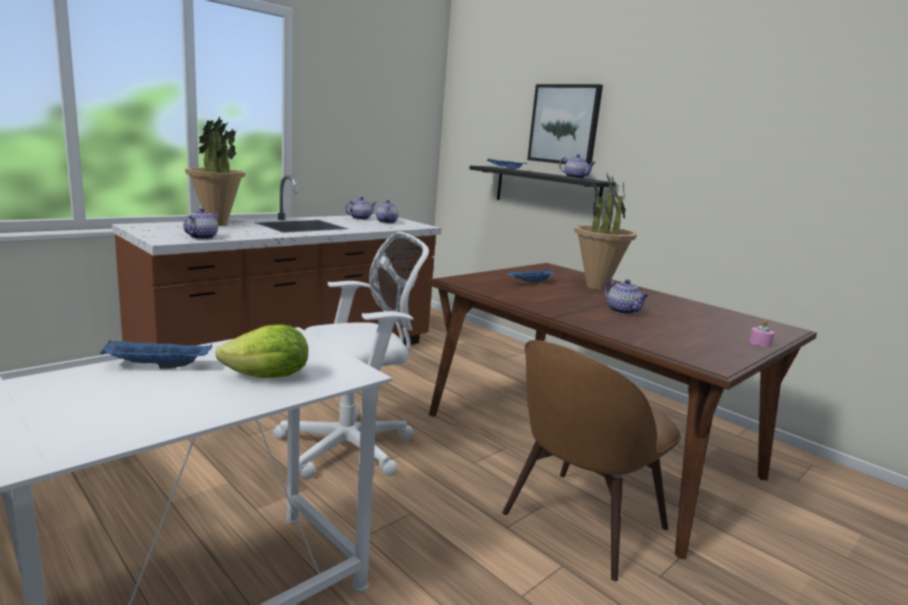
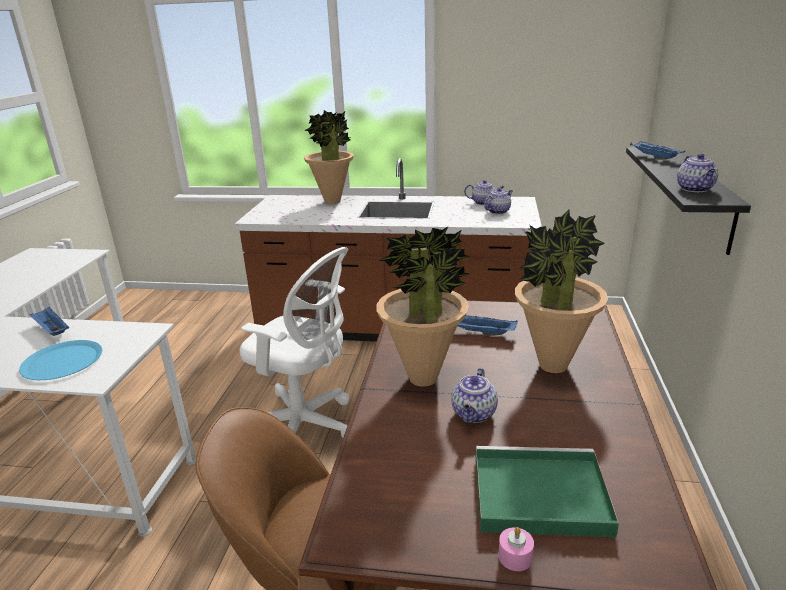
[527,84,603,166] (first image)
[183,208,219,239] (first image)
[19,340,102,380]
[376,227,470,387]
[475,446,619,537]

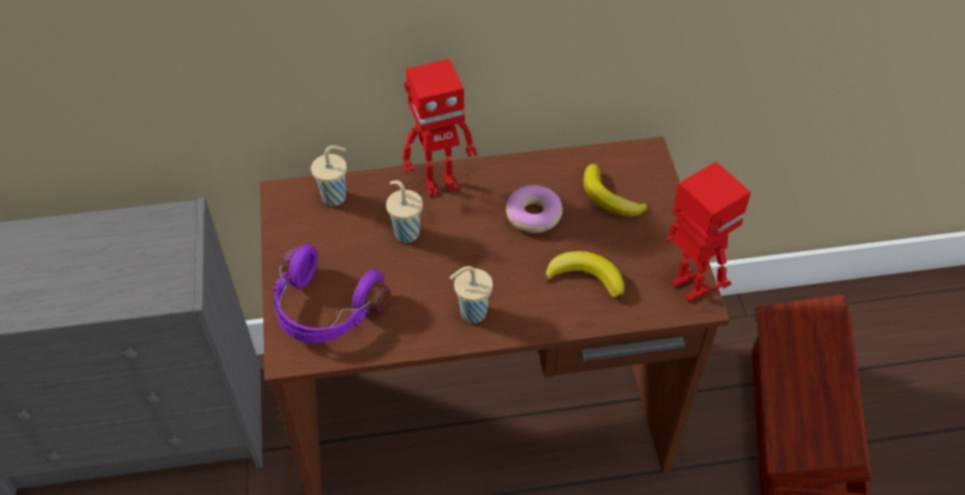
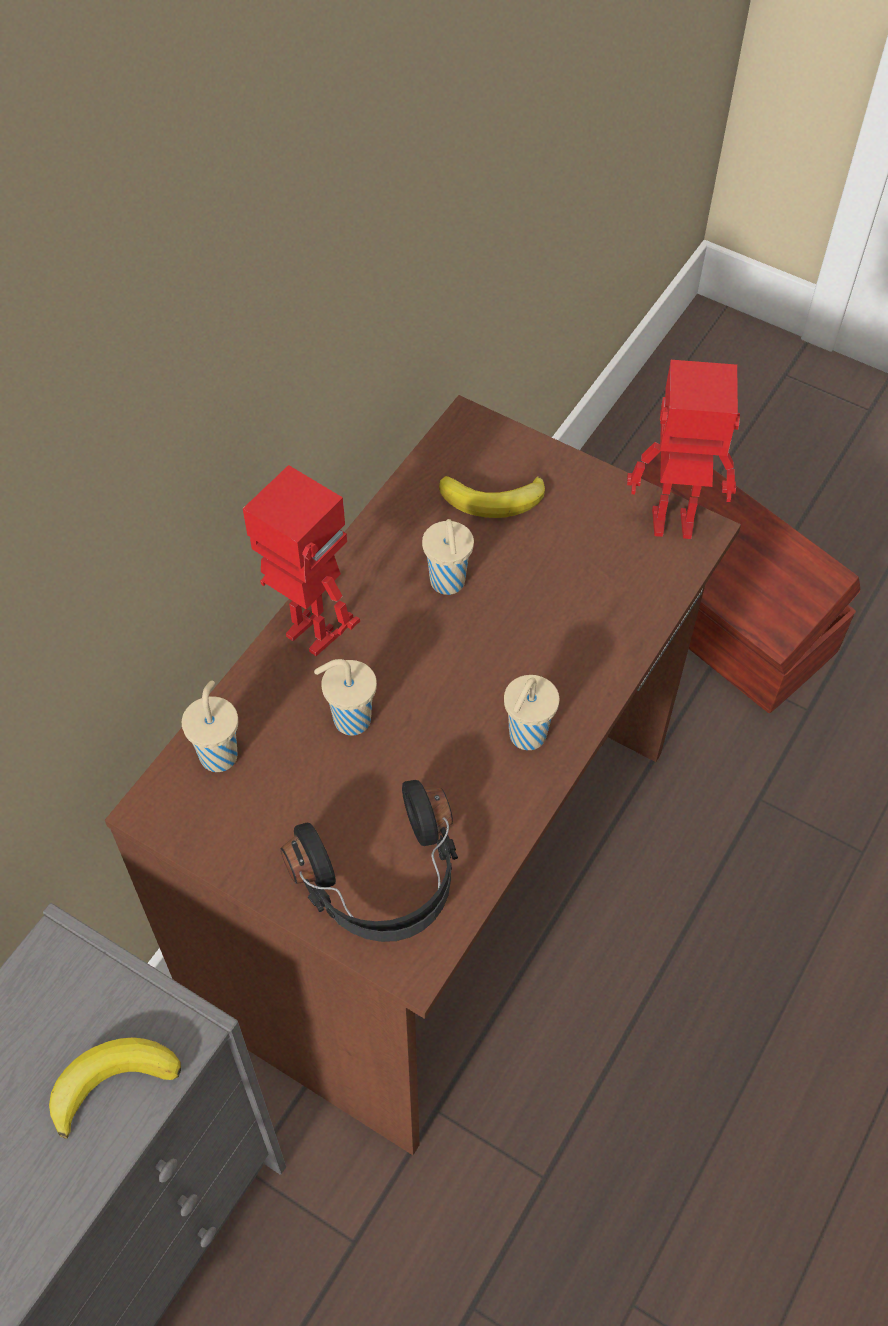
[243,465,360,656]
[422,519,474,595]
[281,780,458,942]
[49,1037,181,1139]

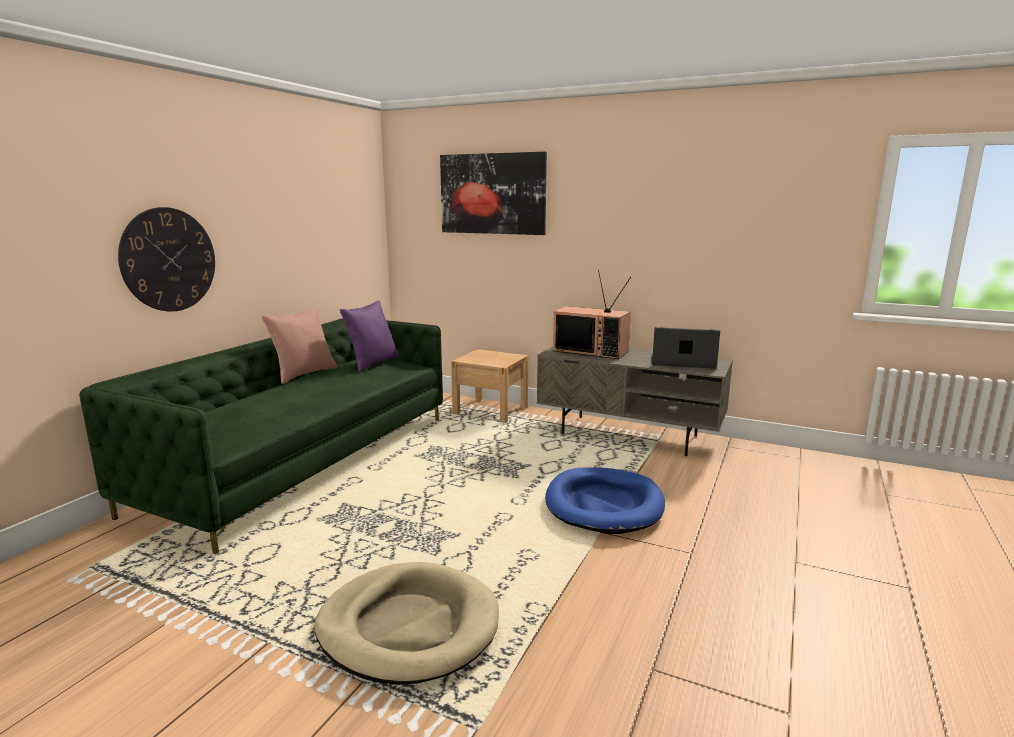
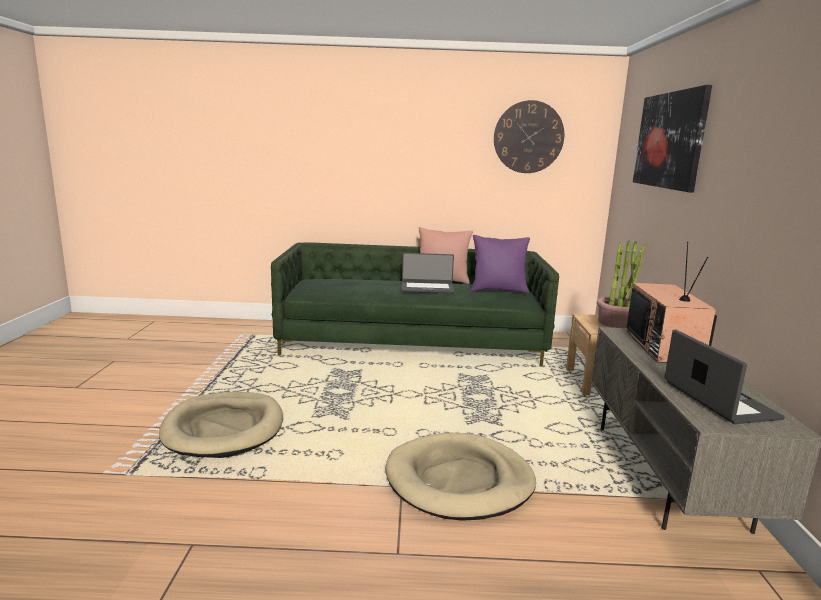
[494,100,564,173]
[385,433,536,521]
[597,240,647,328]
[402,253,455,293]

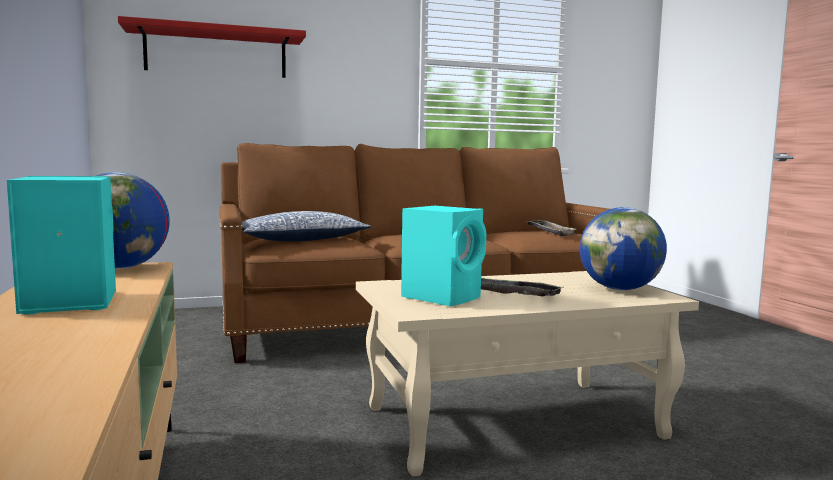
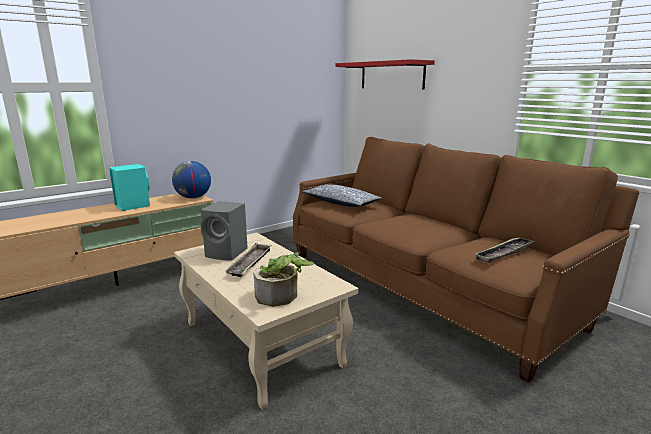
[200,201,248,261]
[253,252,315,307]

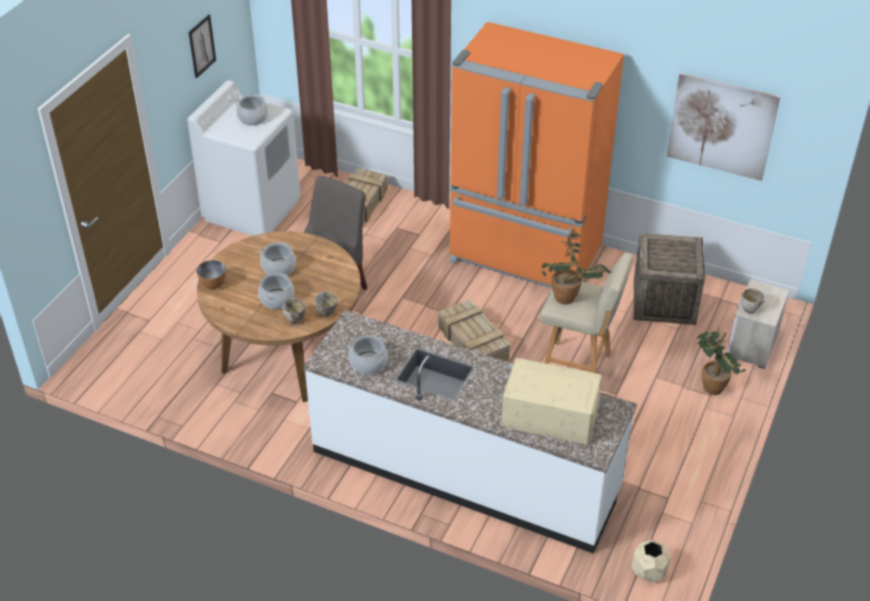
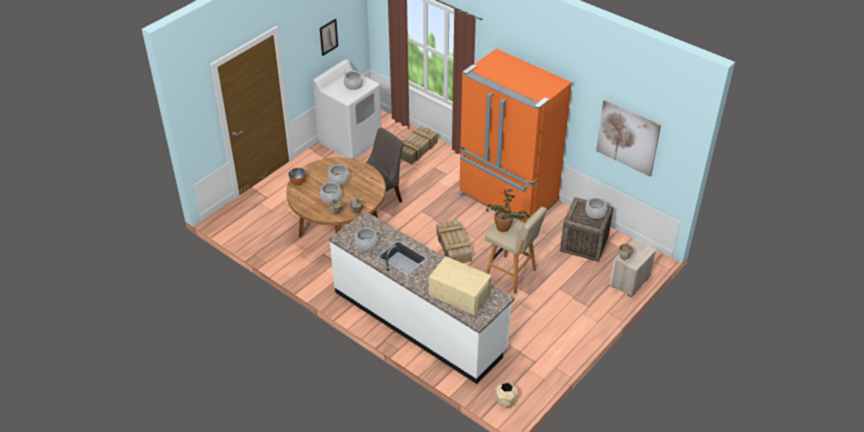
[697,328,746,395] (first image)
[585,197,607,219]

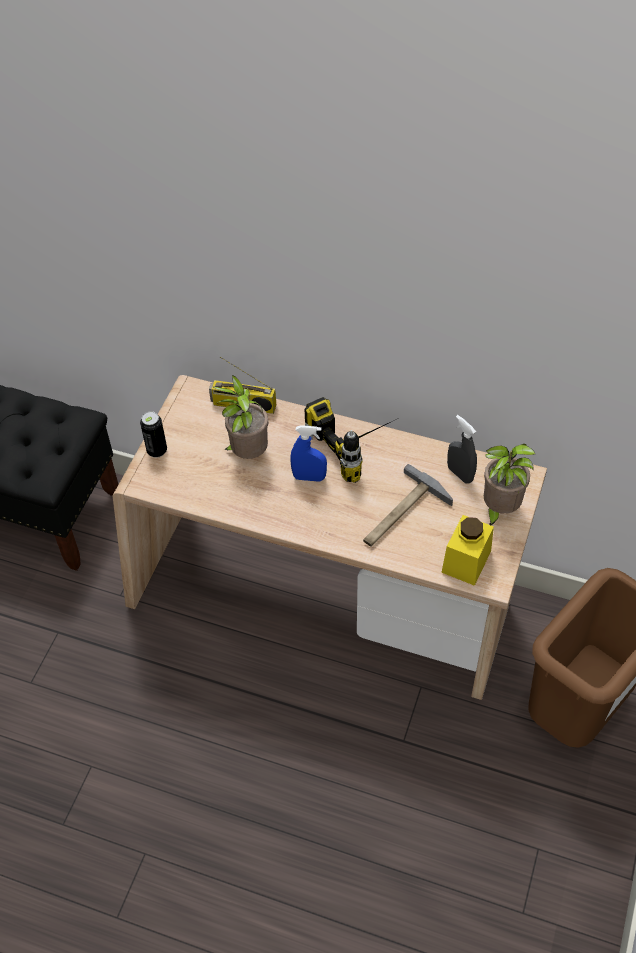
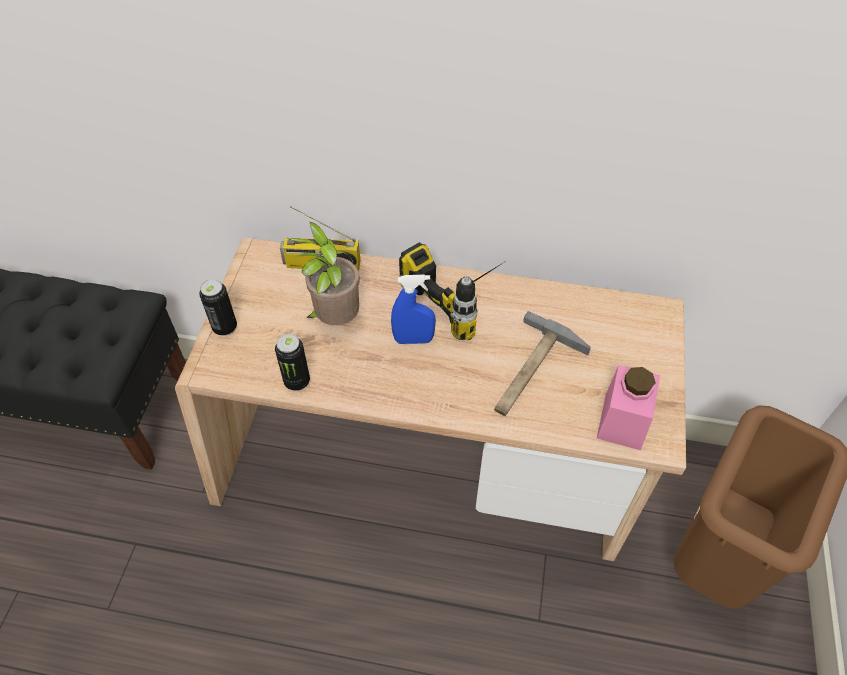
[447,415,477,484] (first image)
[484,444,535,525] (first image)
[597,365,660,450]
[275,334,310,391]

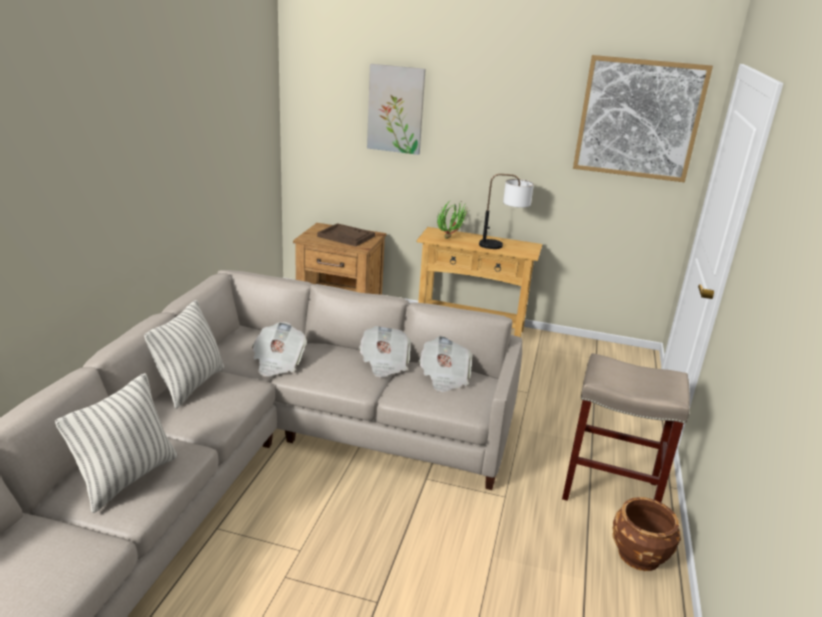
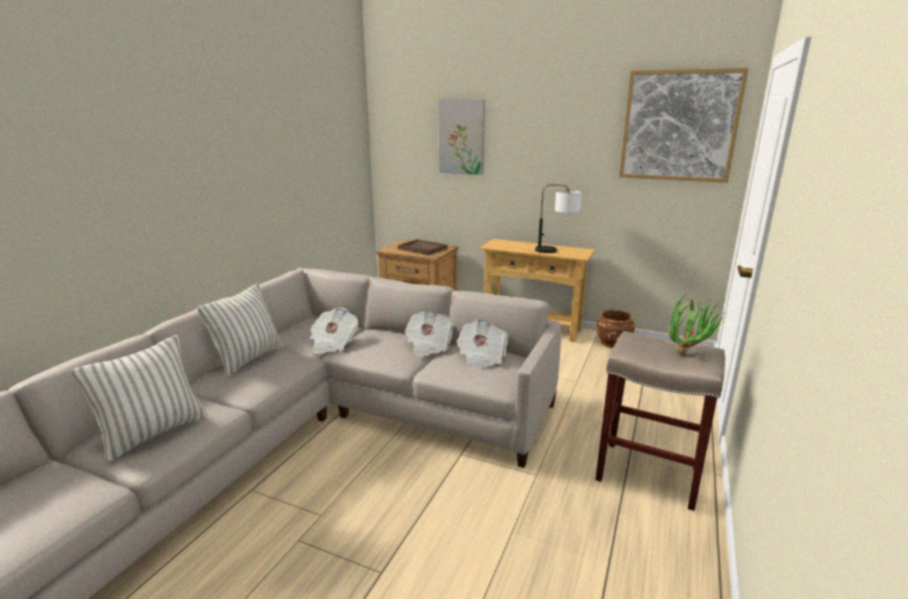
[669,294,727,354]
[596,310,635,348]

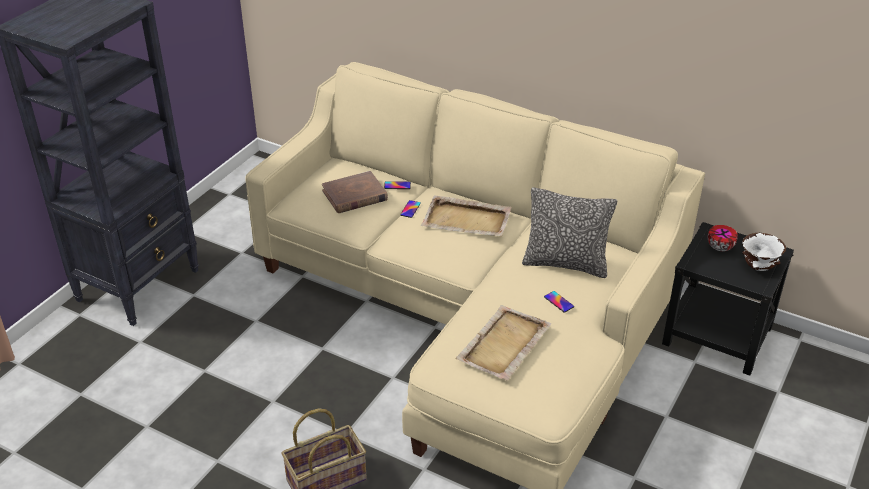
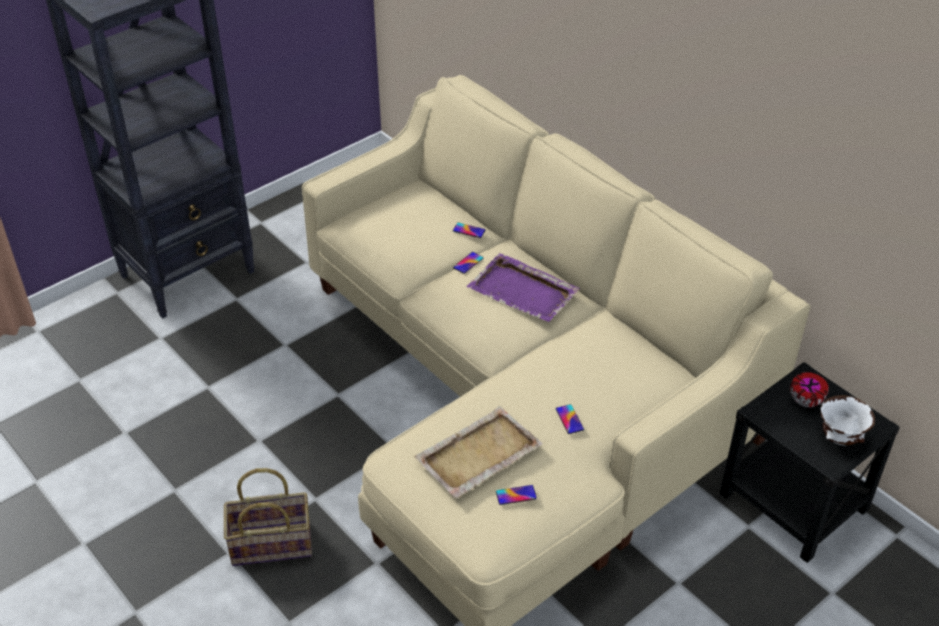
[322,171,388,213] (first image)
[522,187,617,278] (first image)
[467,253,580,322]
[496,485,537,505]

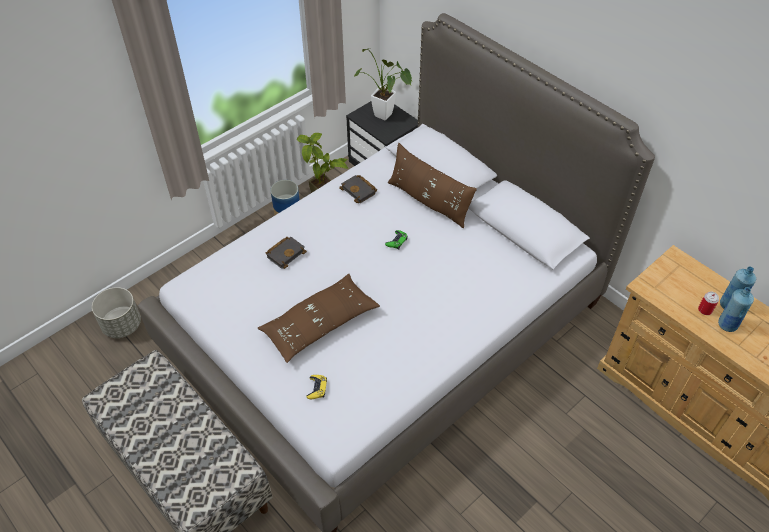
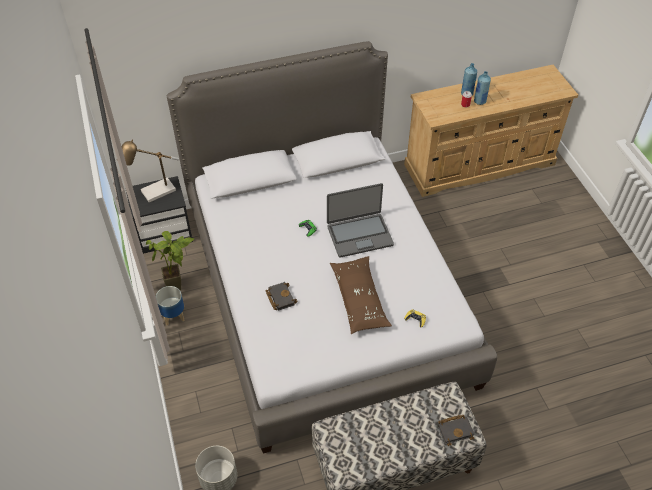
[122,140,179,202]
[388,143,477,229] (first image)
[438,415,474,446]
[327,183,394,257]

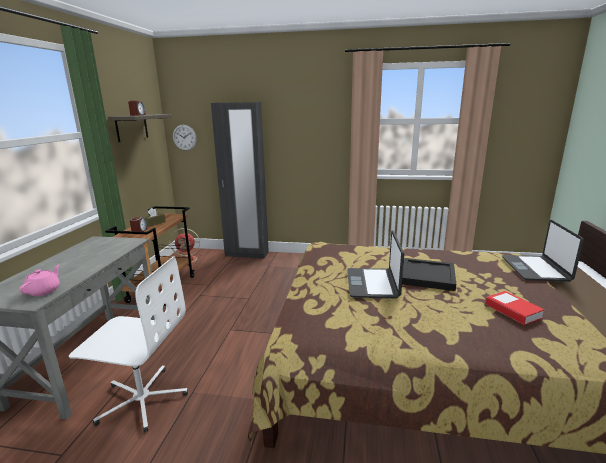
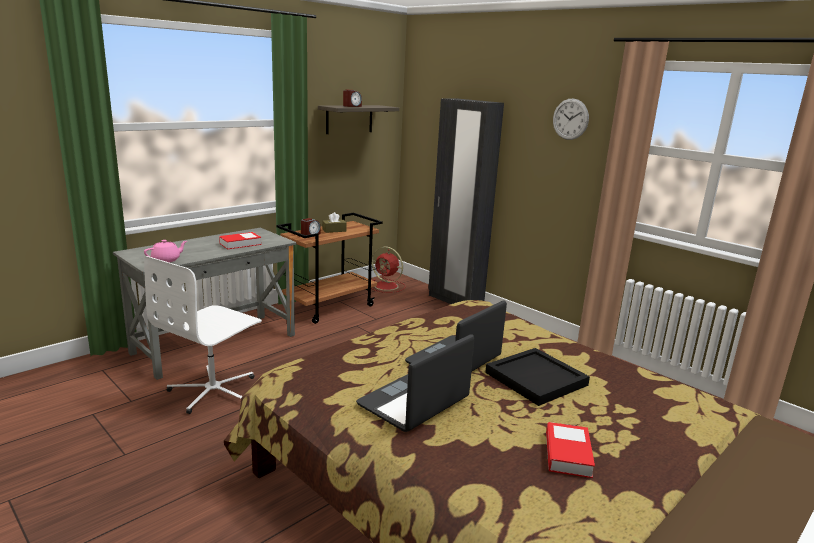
[553,98,589,140]
[356,334,475,432]
[144,256,262,414]
[219,232,262,249]

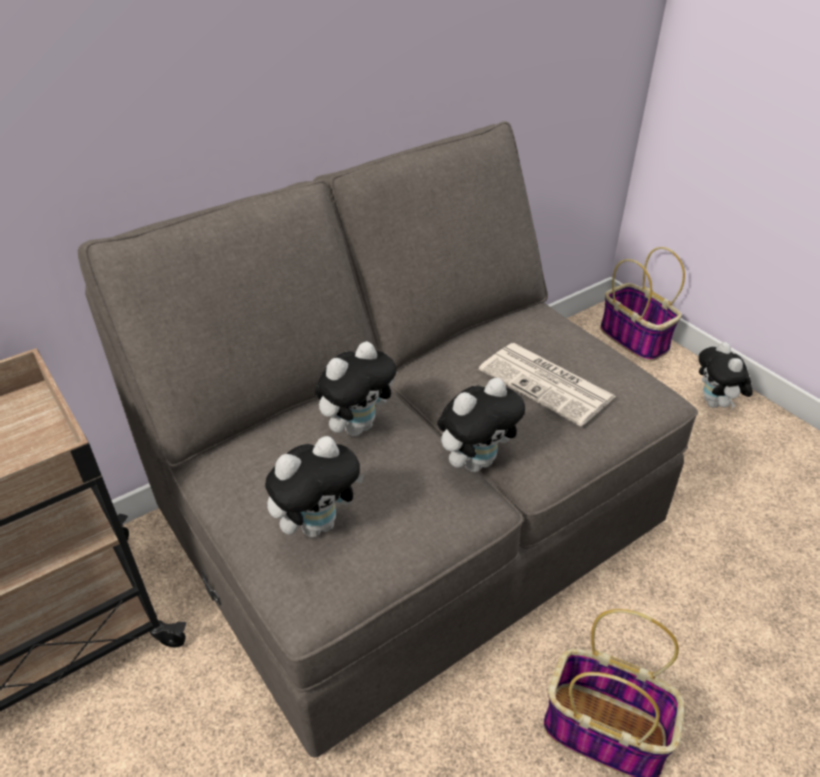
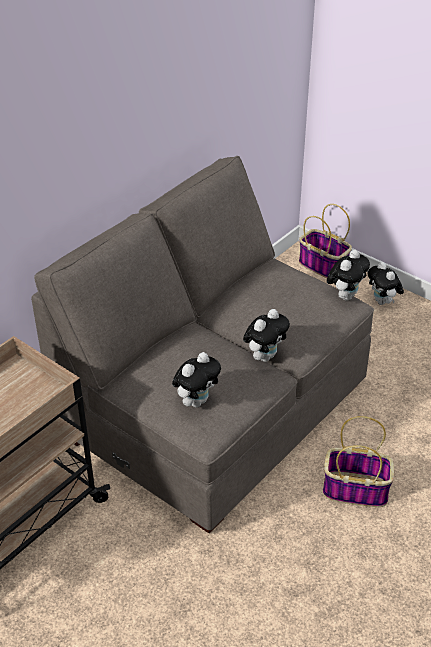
[327,250,370,301]
[479,343,616,426] (first image)

